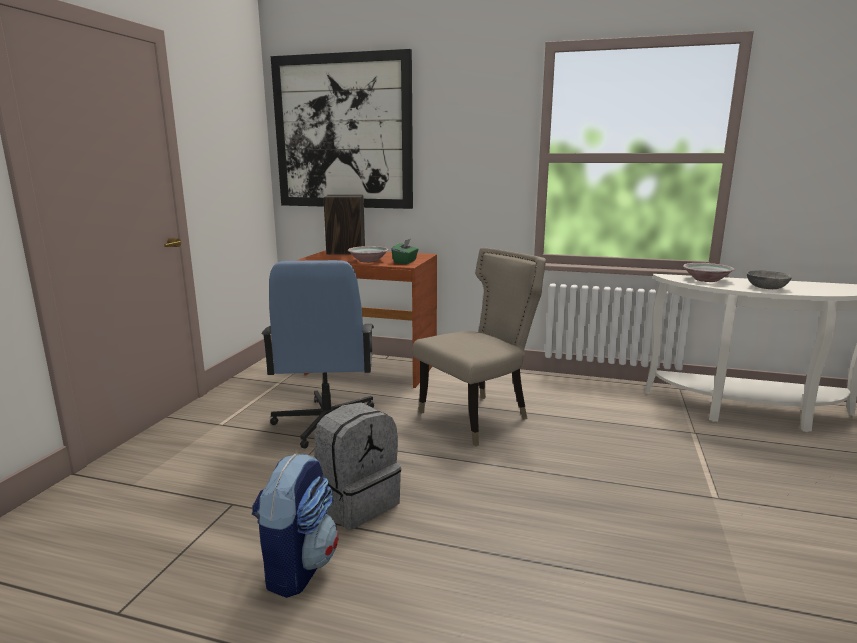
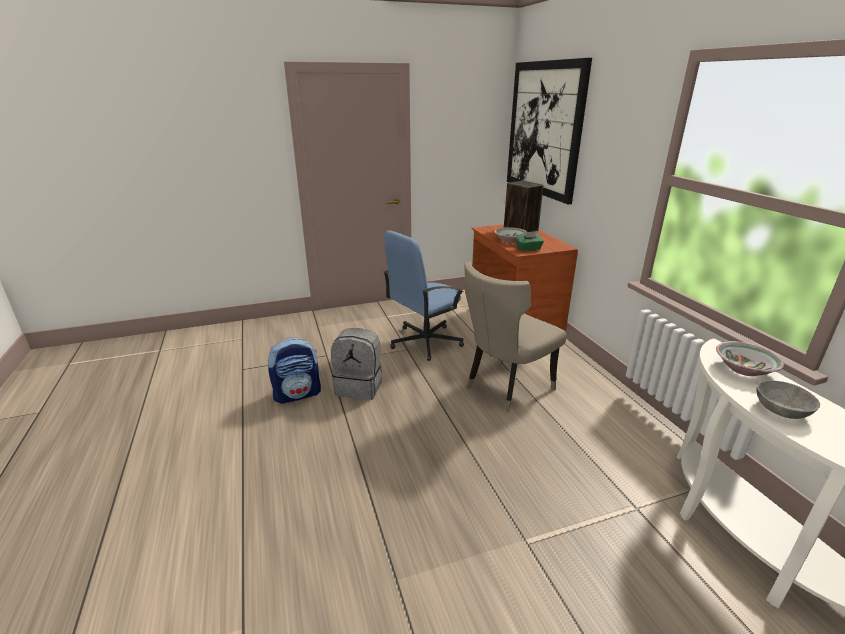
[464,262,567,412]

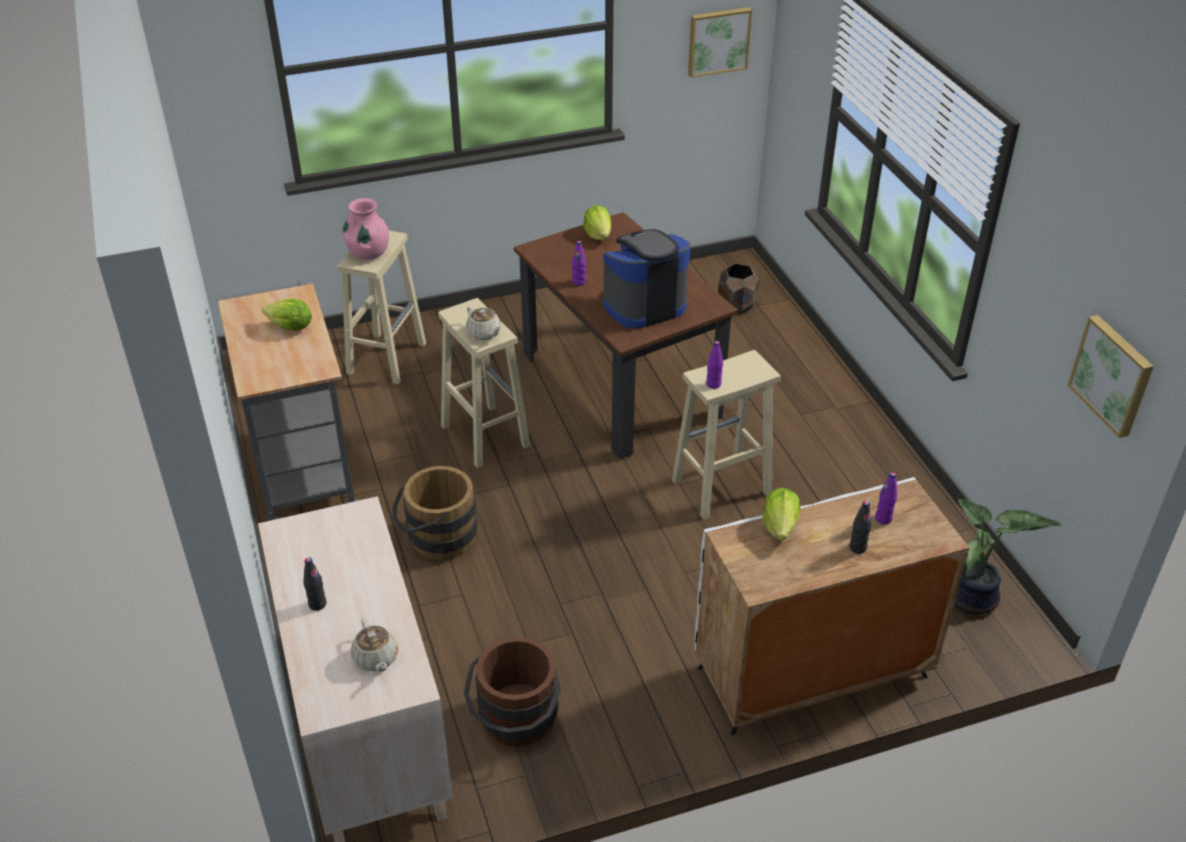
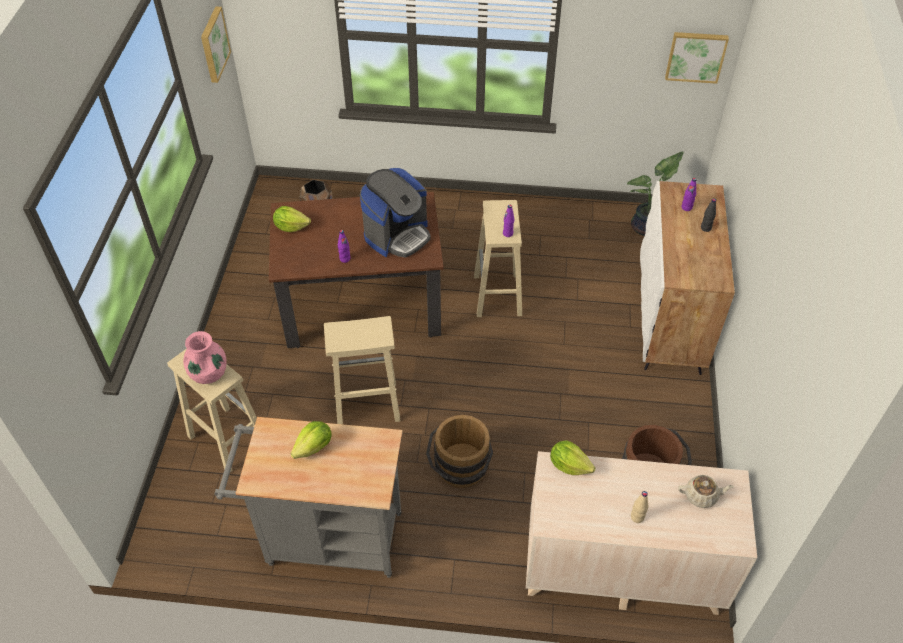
[360,168,431,258]
[466,306,501,340] (first image)
[550,440,596,475]
[631,491,648,523]

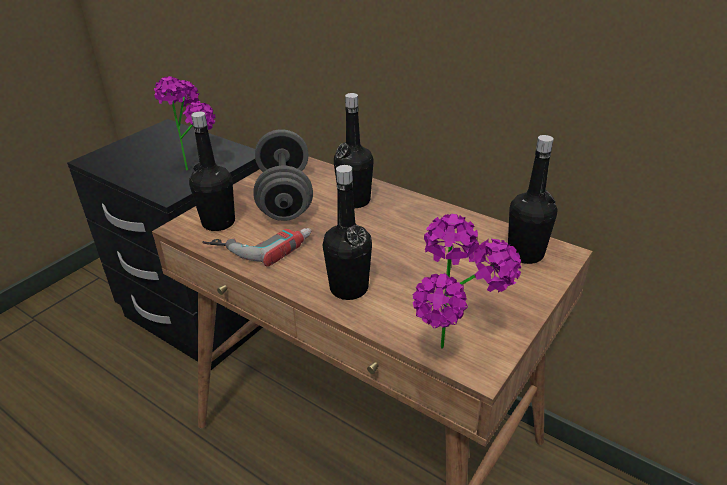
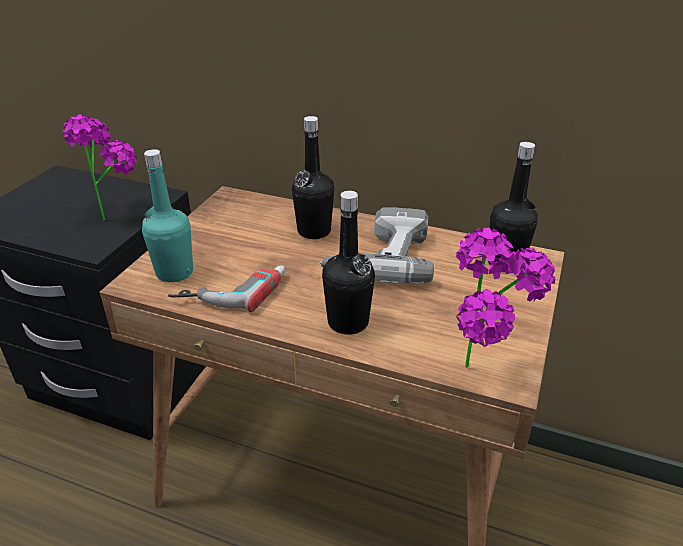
[142,149,193,282]
[253,129,313,221] (first image)
[319,207,434,284]

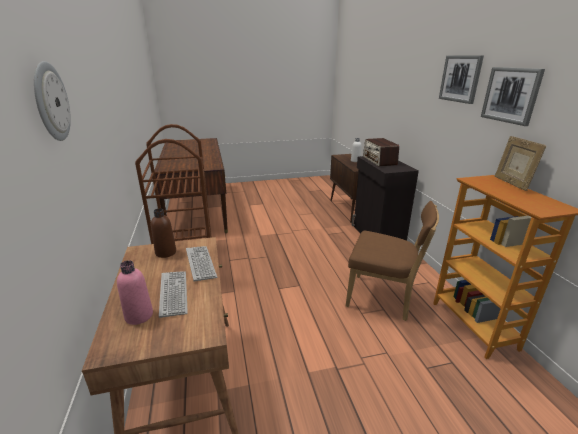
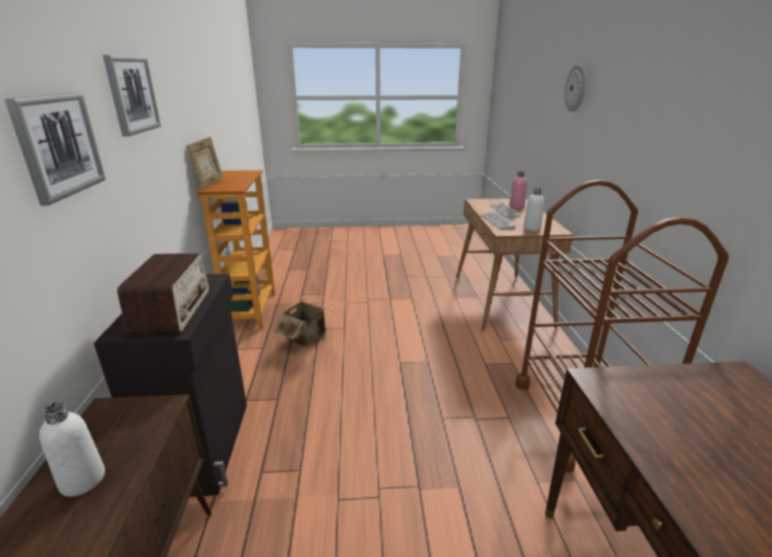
[5,93,106,206]
[273,296,334,347]
[523,188,544,231]

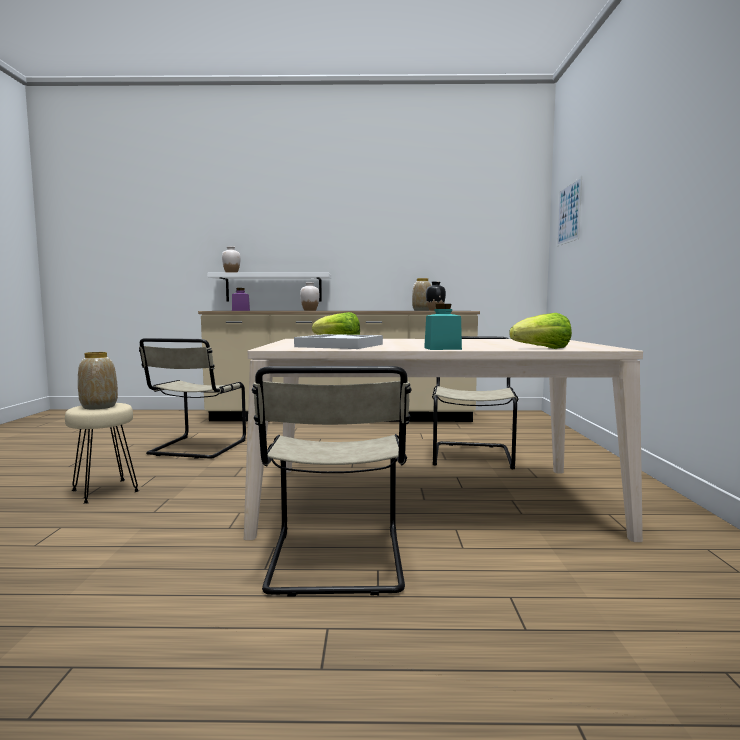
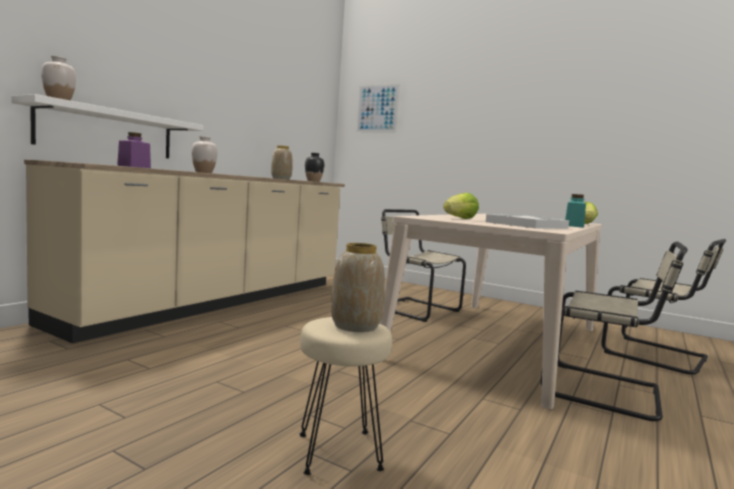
[601,239,726,375]

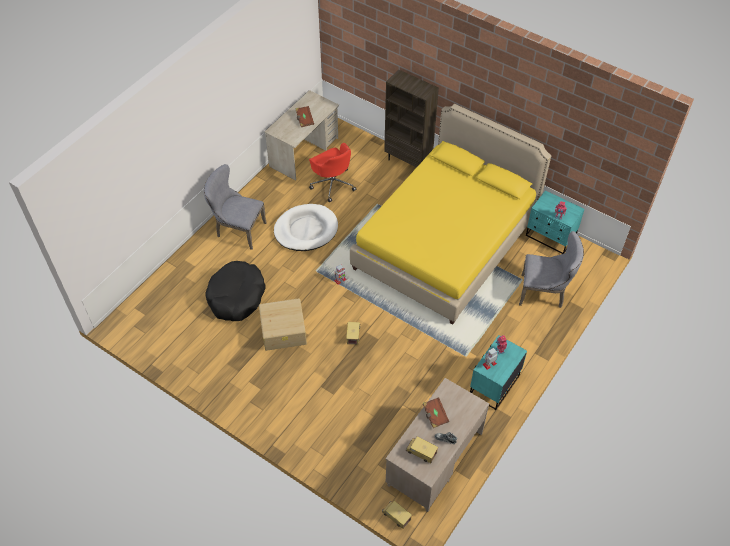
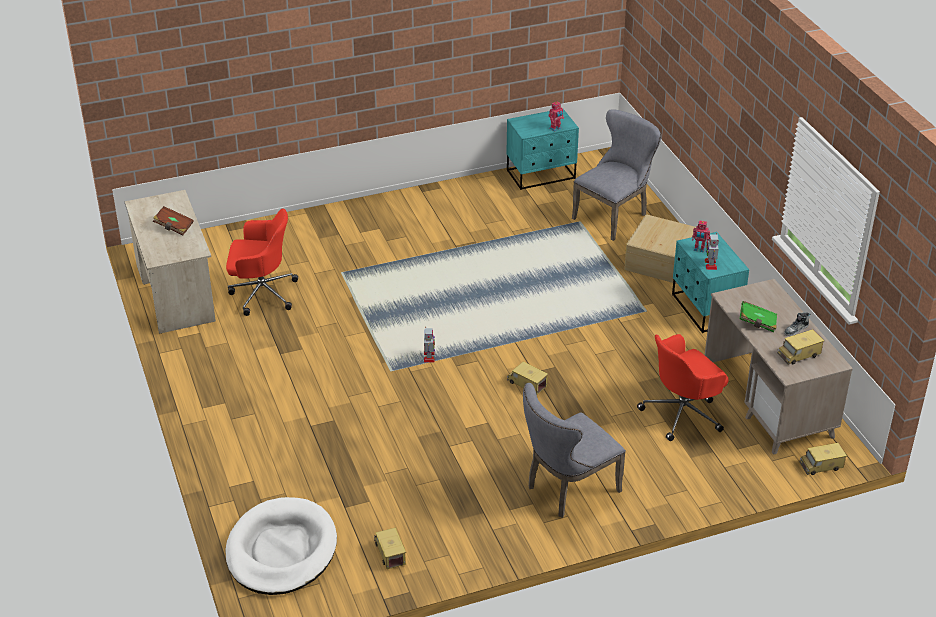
[384,69,439,168] (first image)
[350,104,551,325] (first image)
[523,383,626,518]
[226,497,337,595]
[205,261,266,321] (first image)
[624,214,696,284]
[740,301,777,332]
[637,334,729,441]
[374,527,406,569]

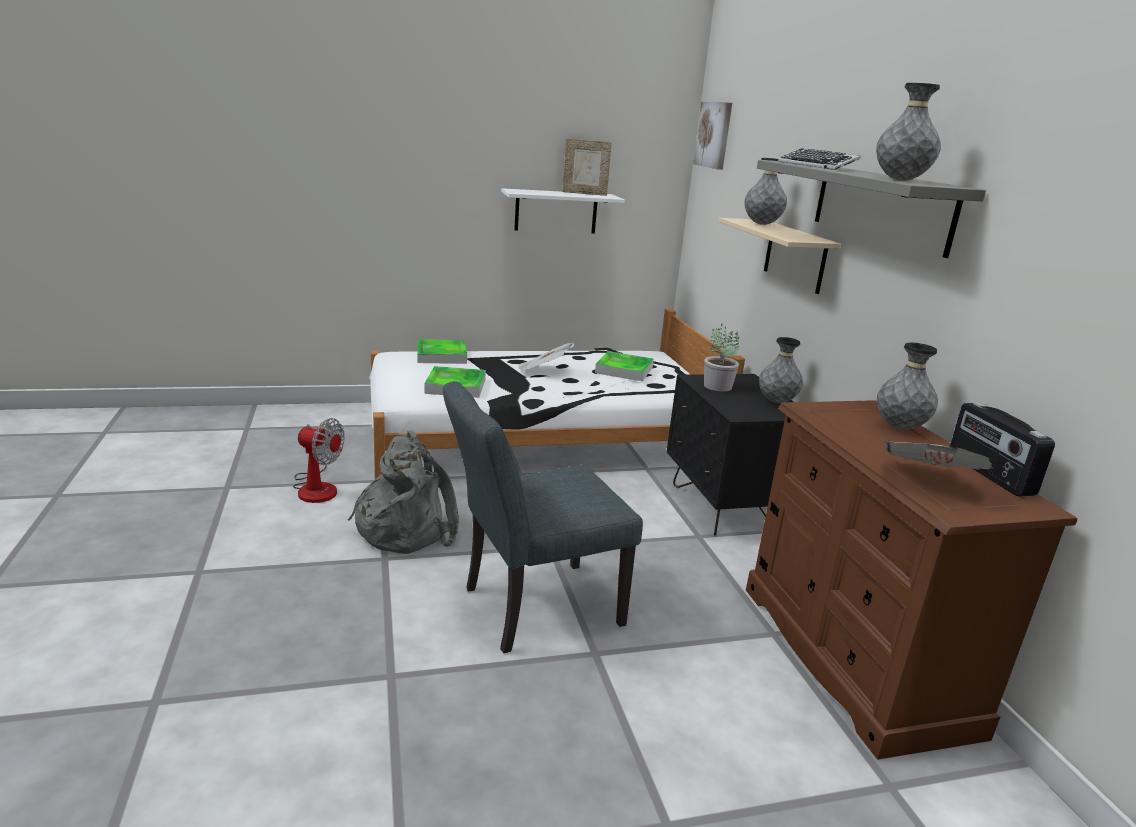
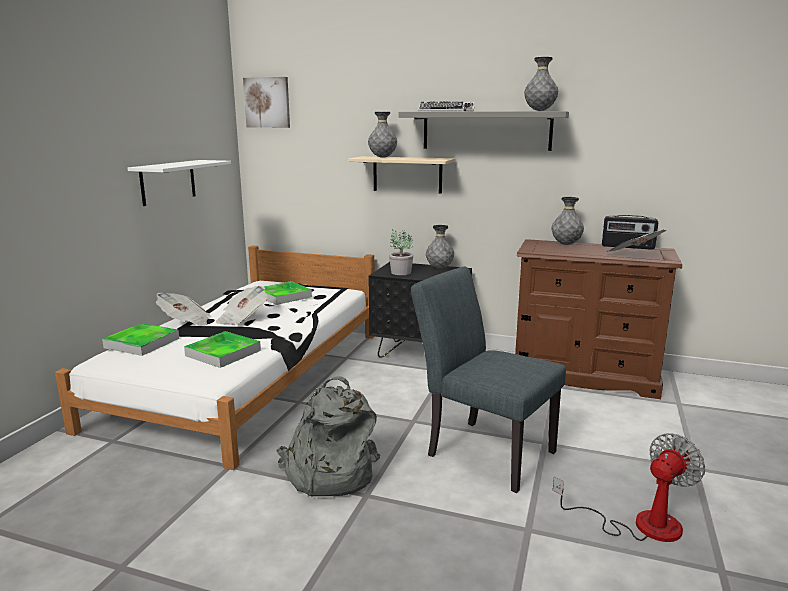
[562,139,612,196] (first image)
[411,267,566,493]
[553,433,705,542]
[156,293,210,326]

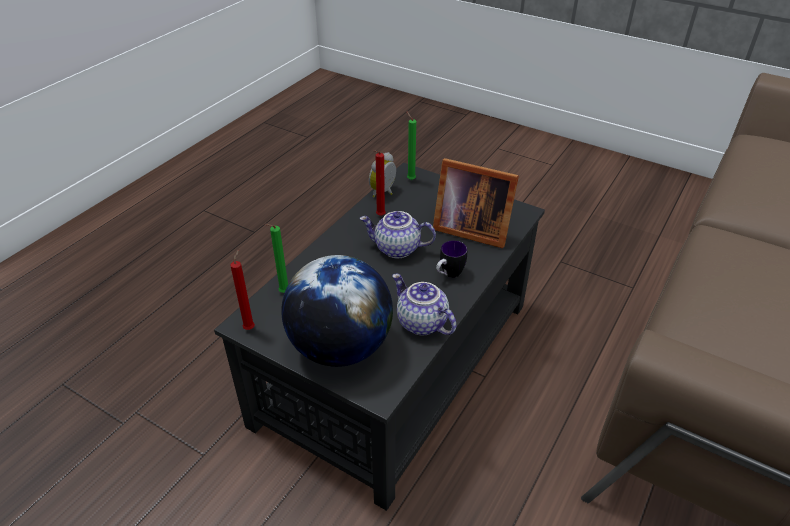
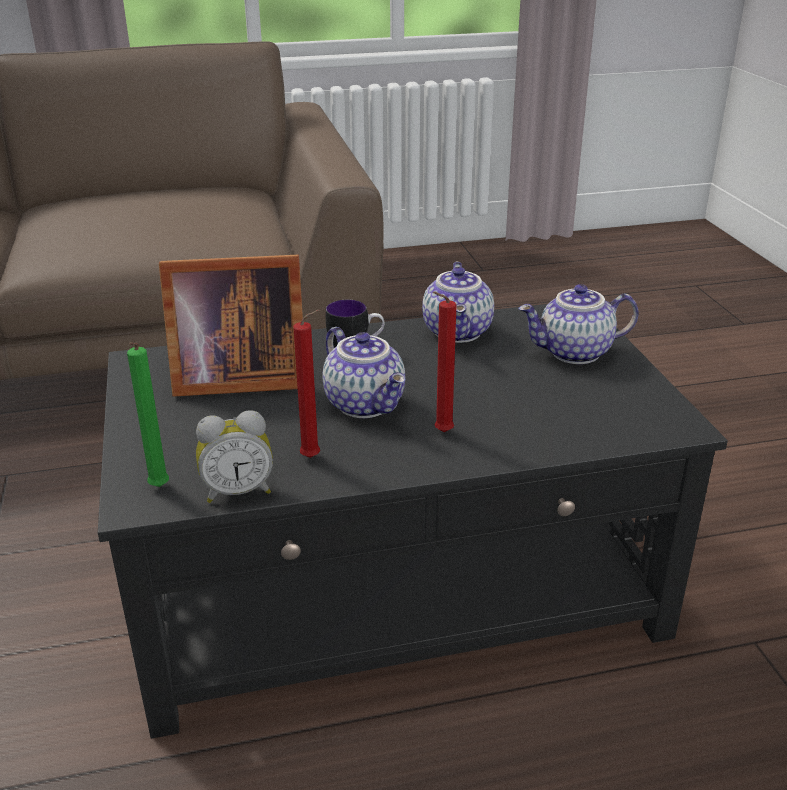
[159,255,303,397]
[264,224,288,293] (first image)
[433,291,457,432]
[518,284,639,364]

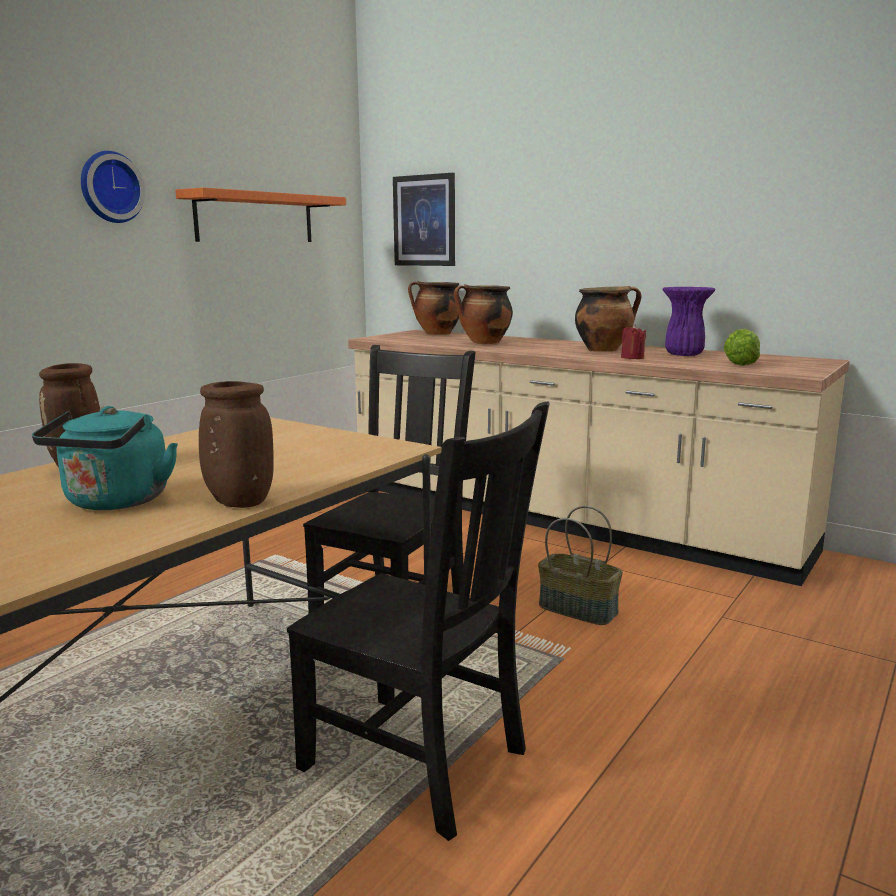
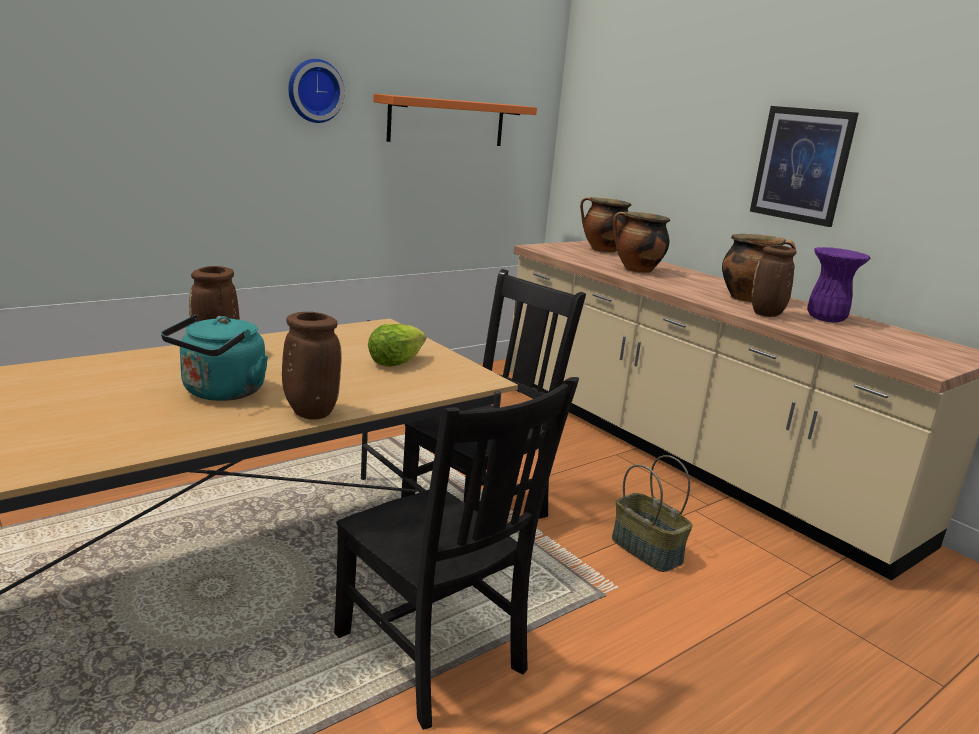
[750,106,859,227]
[751,245,797,317]
[368,324,426,367]

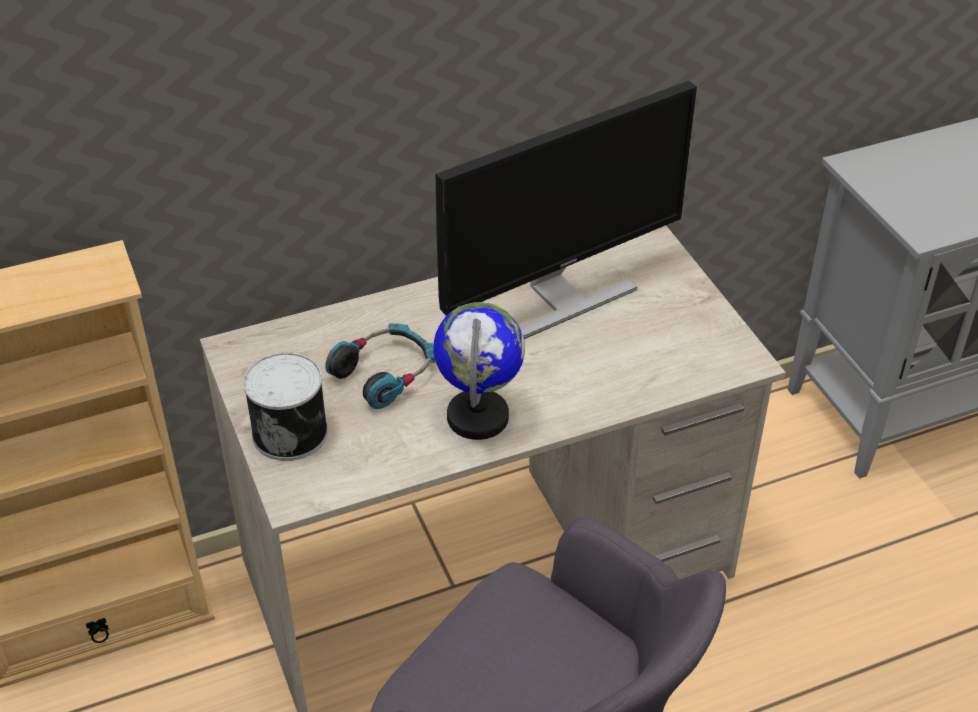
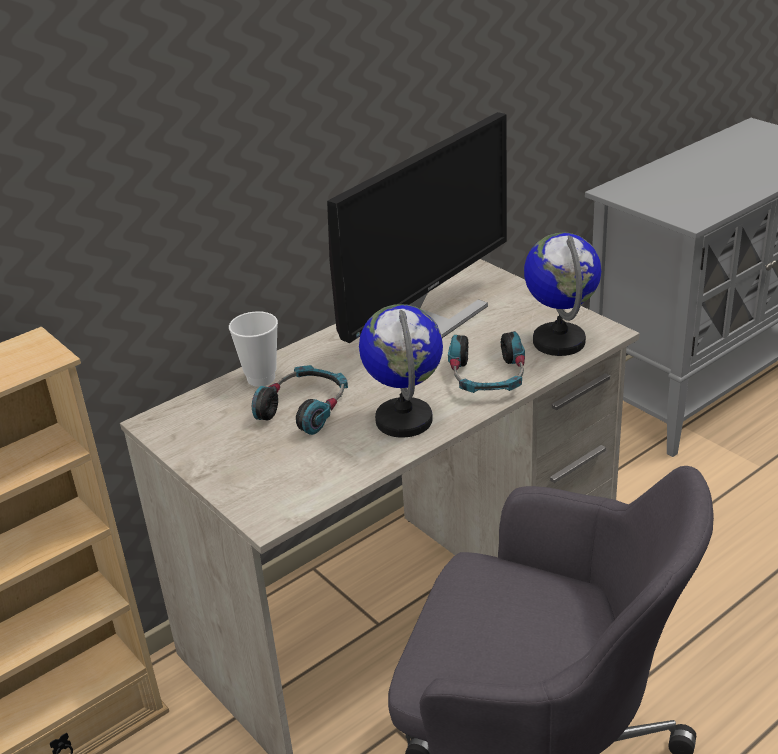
[243,352,328,461] (first image)
[524,233,601,356]
[229,311,278,387]
[448,331,525,393]

